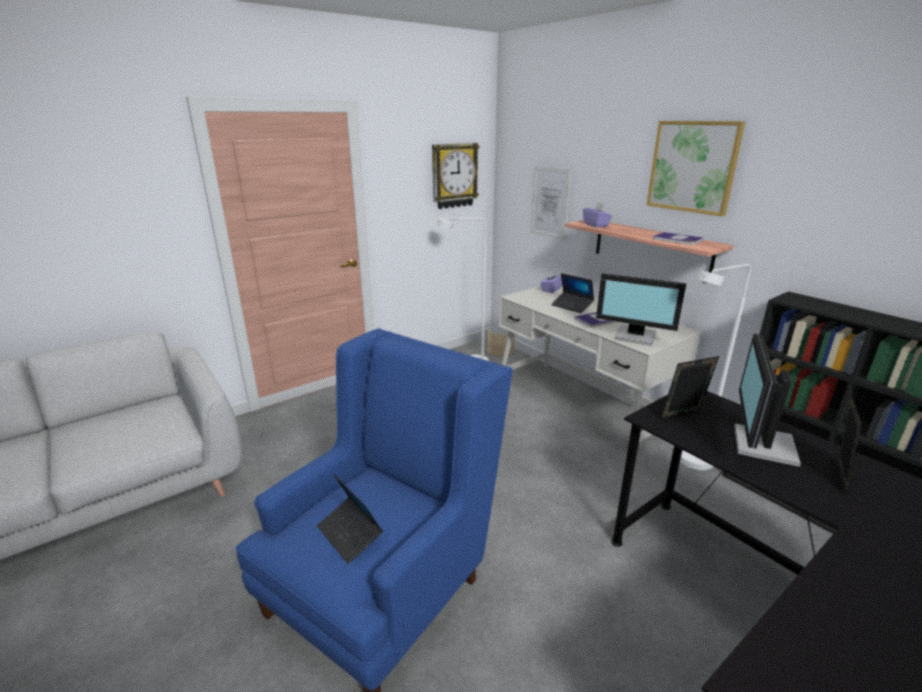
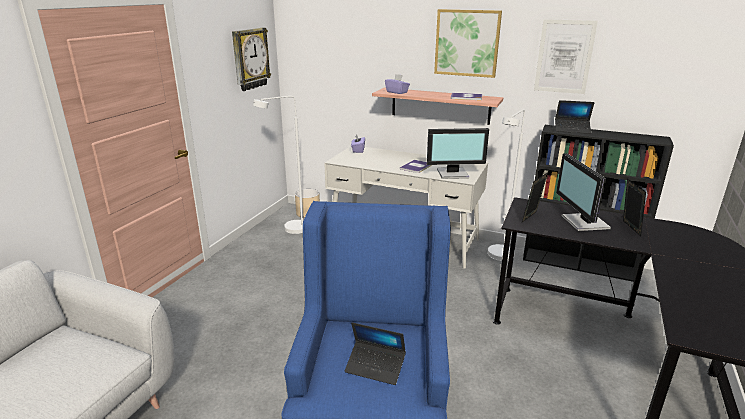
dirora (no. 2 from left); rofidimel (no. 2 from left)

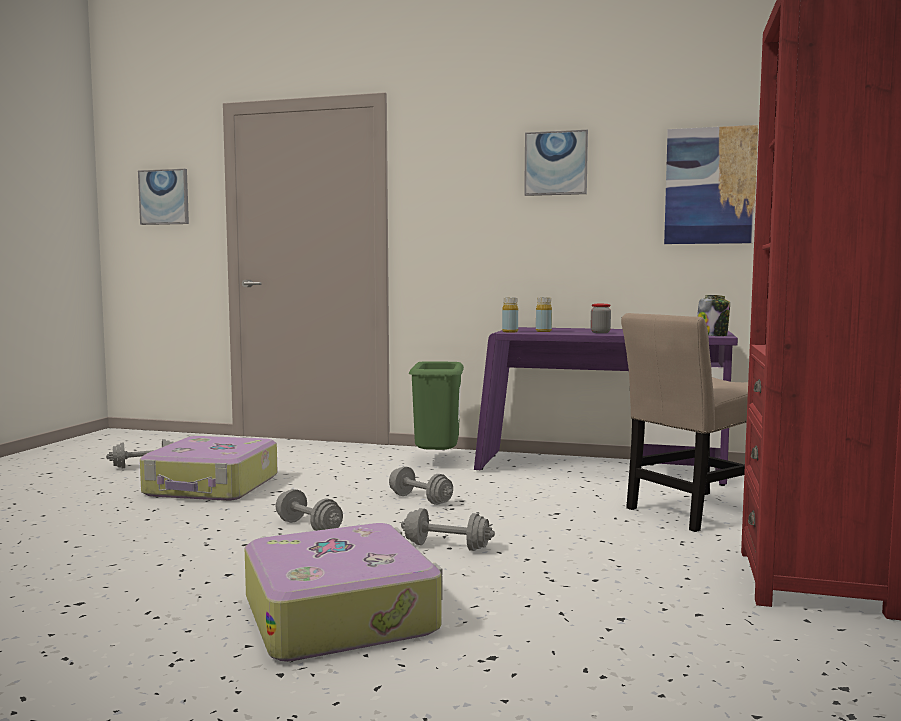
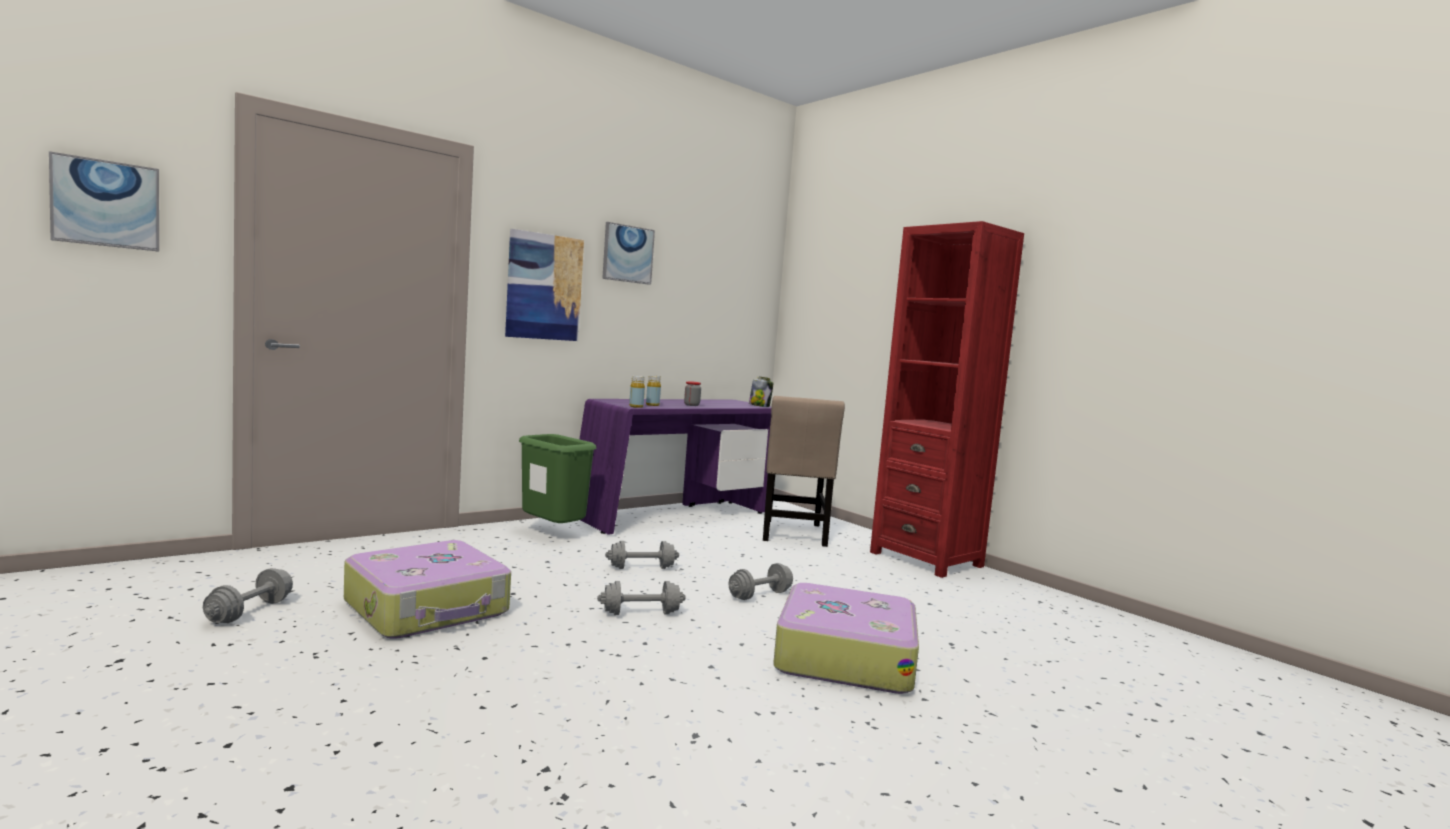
dirora (no. 2 from left)

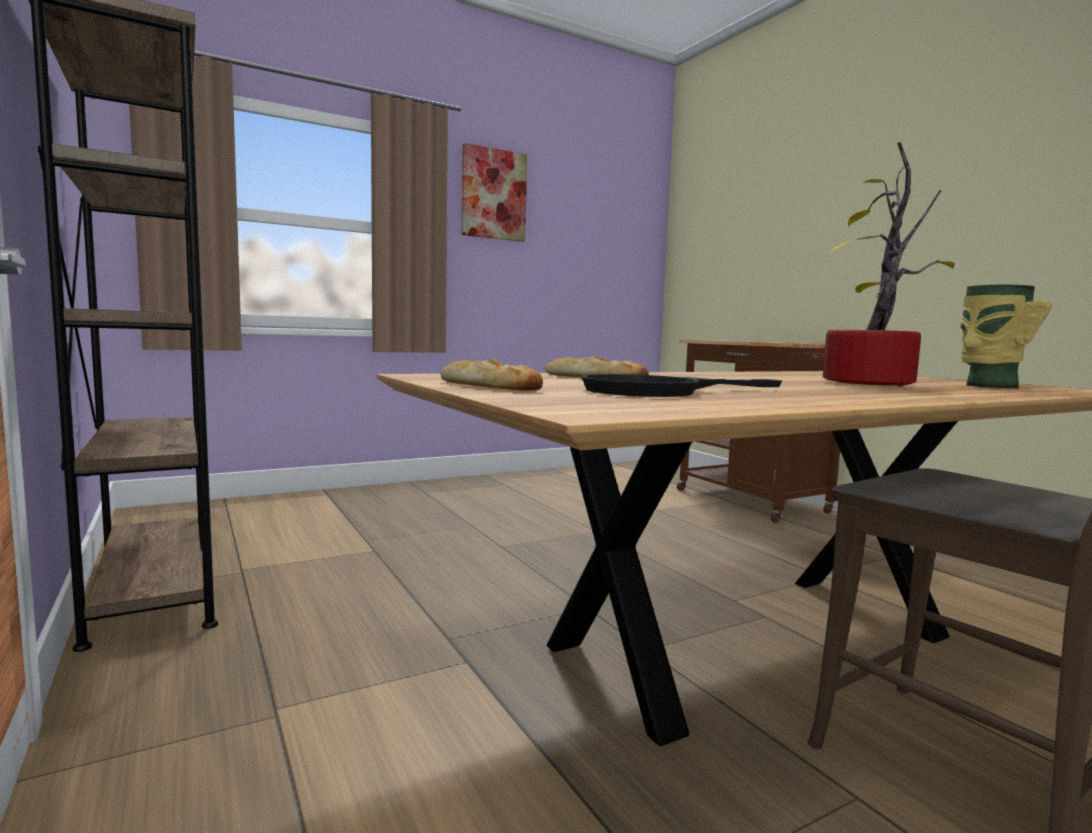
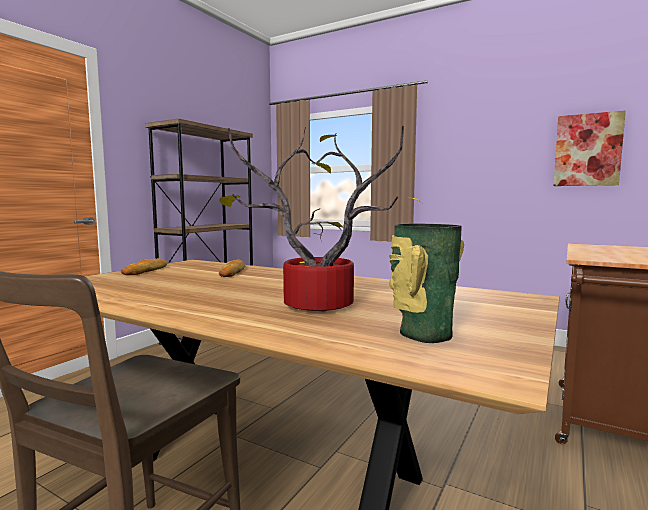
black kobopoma; dirora

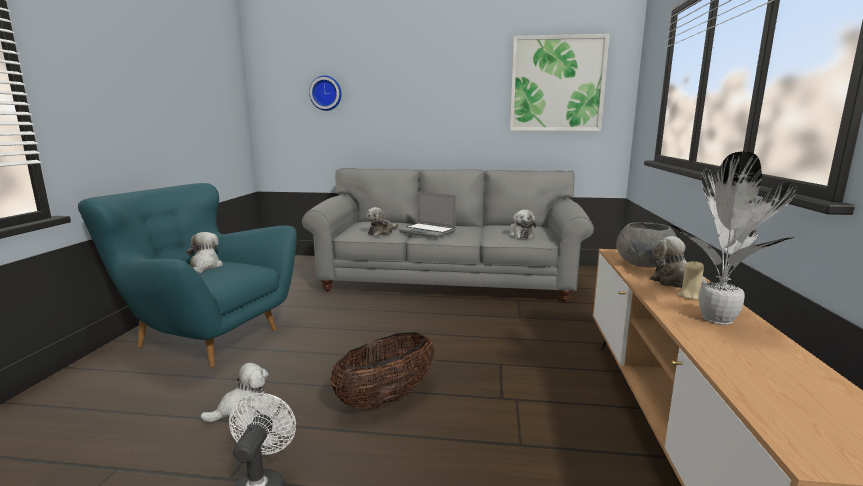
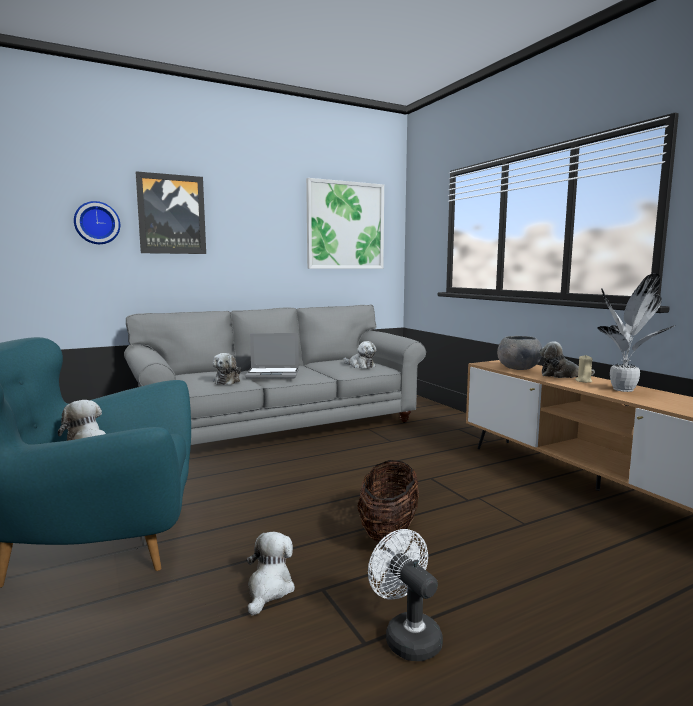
dirora (no. 1 from left)

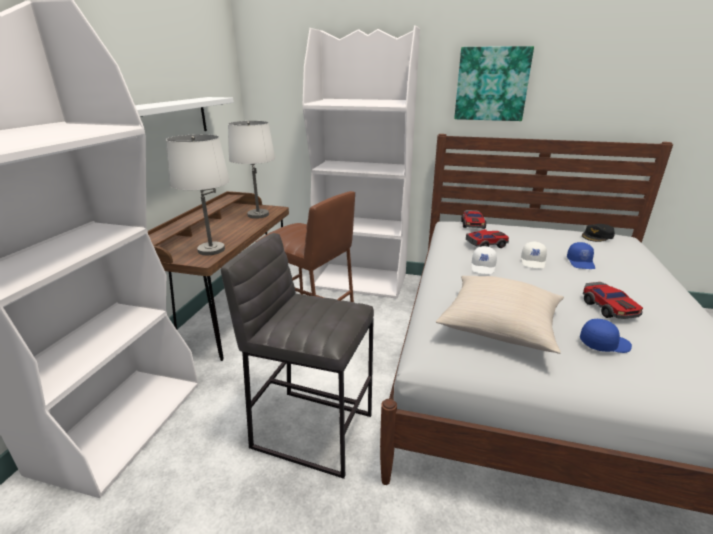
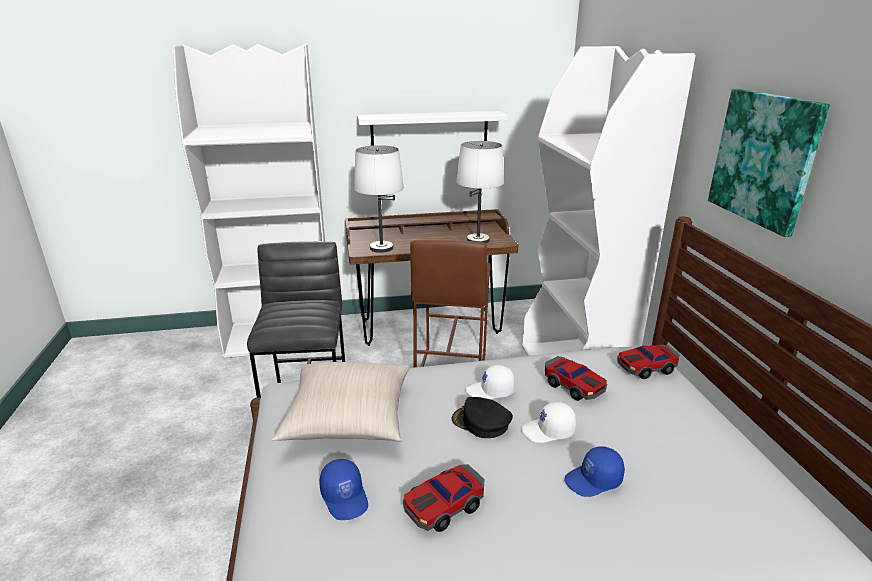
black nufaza

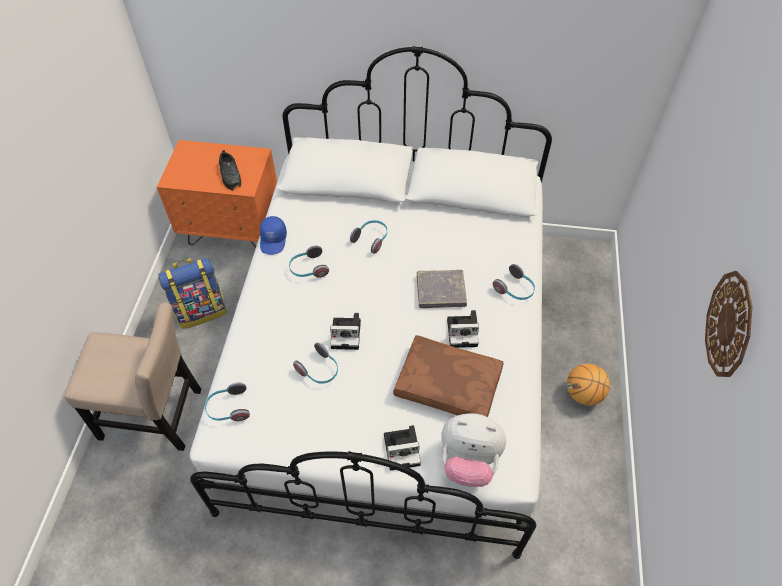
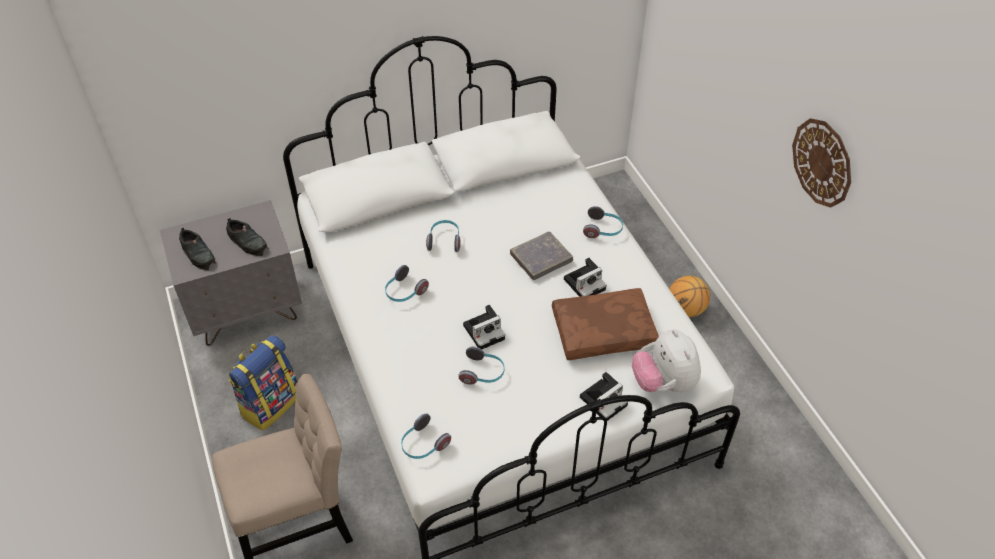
blue nufaza; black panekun (no. 1 from left); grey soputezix; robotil

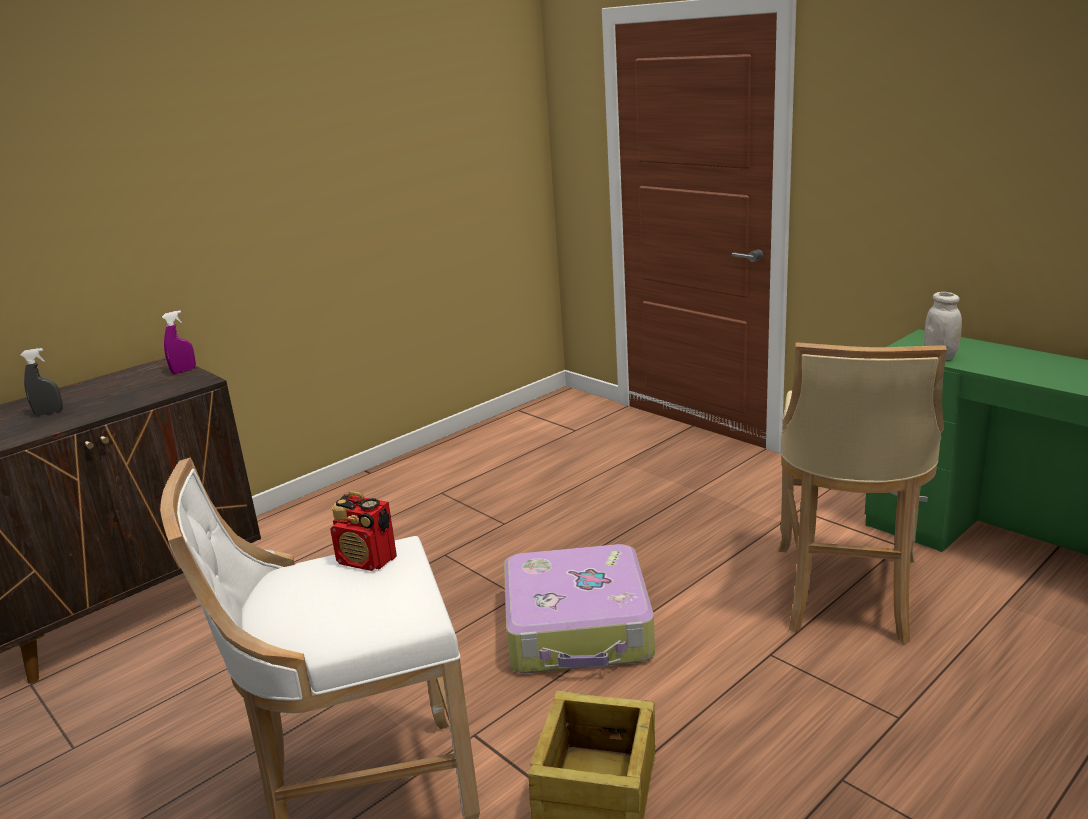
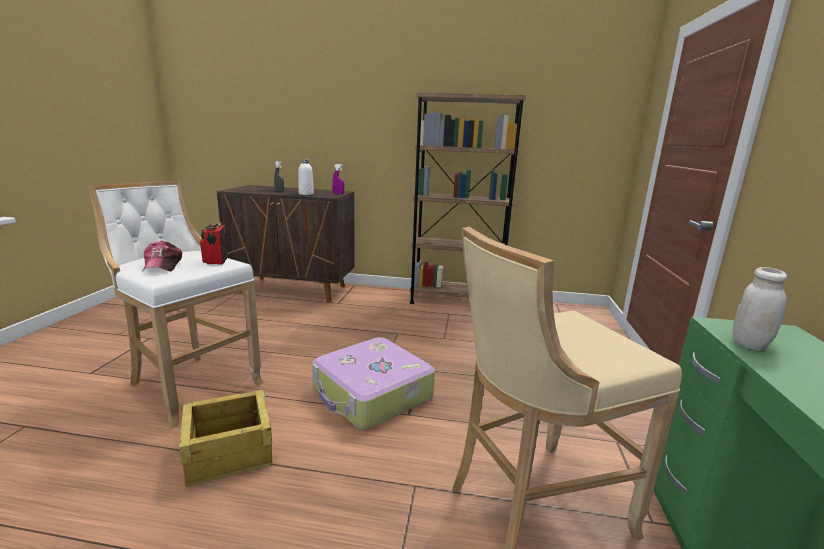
nufaza; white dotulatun; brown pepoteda

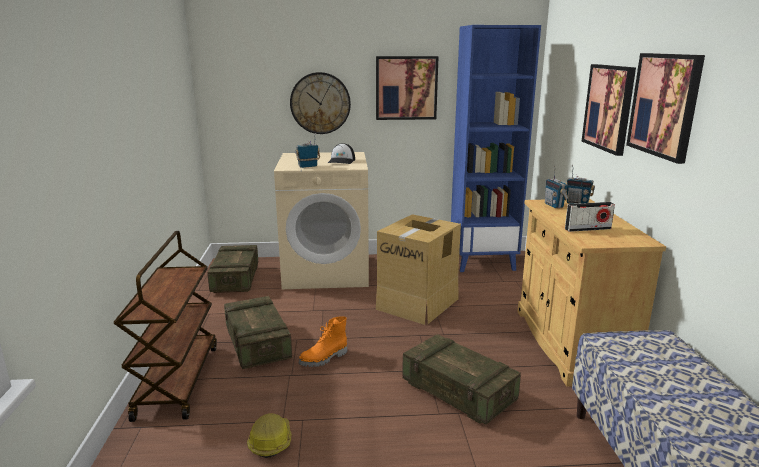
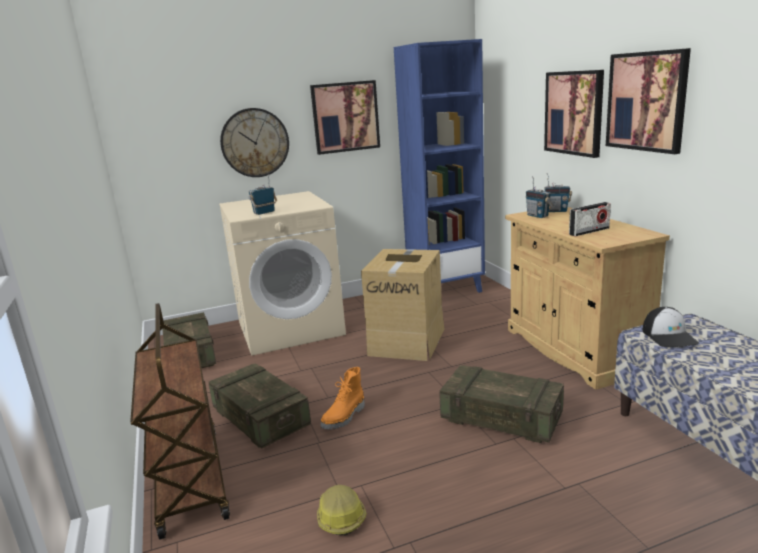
nufaza

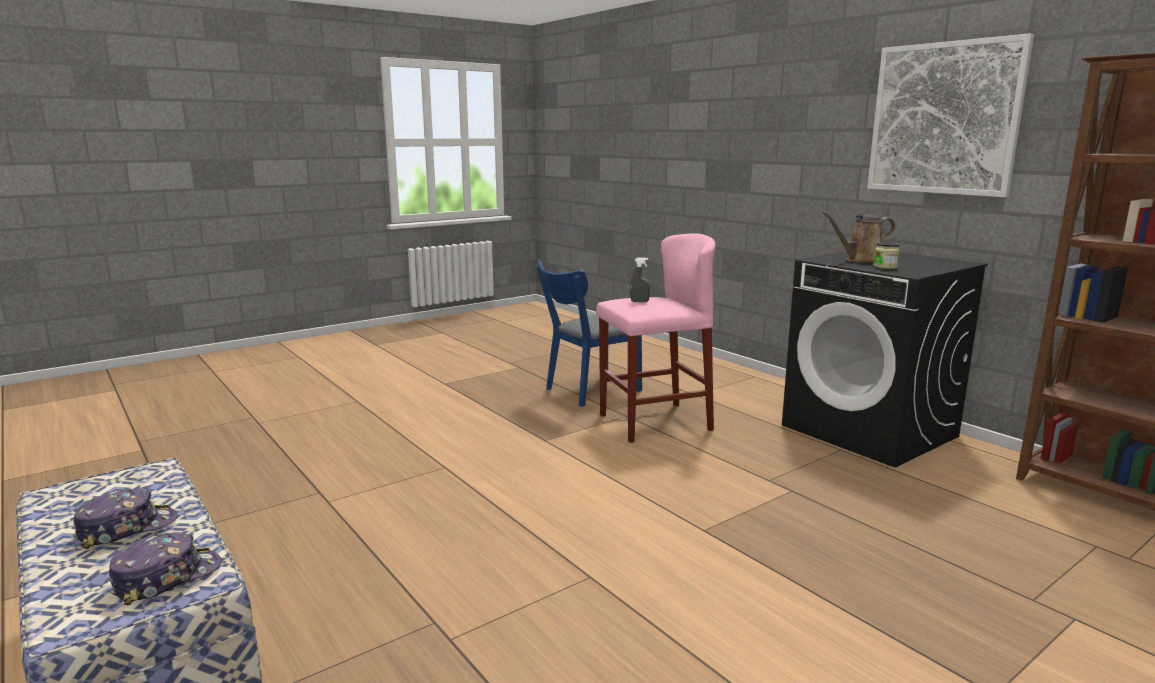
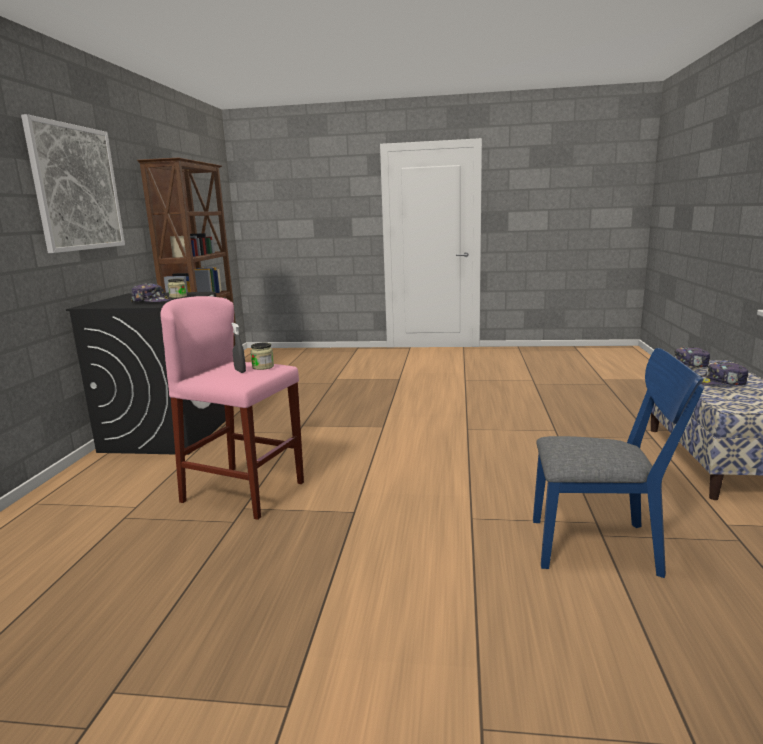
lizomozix (no. 2 from left); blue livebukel; nufaza (no. 1 from left)

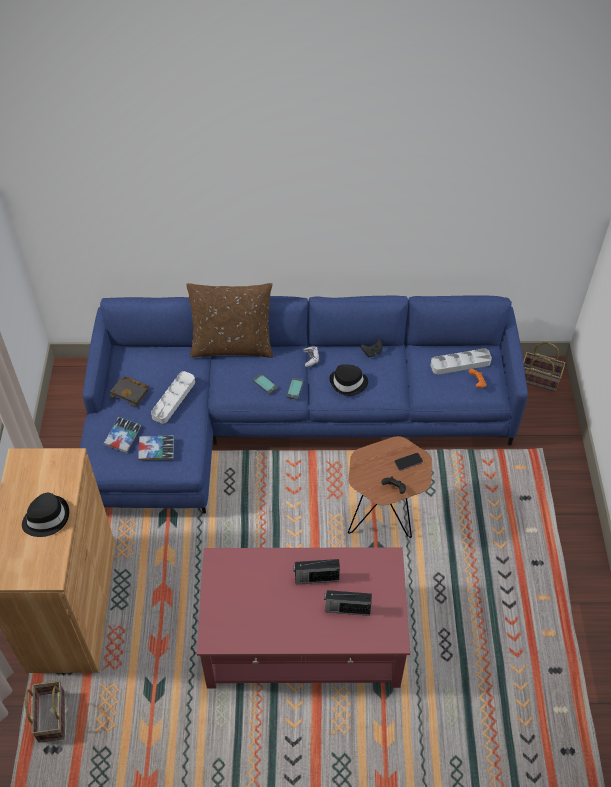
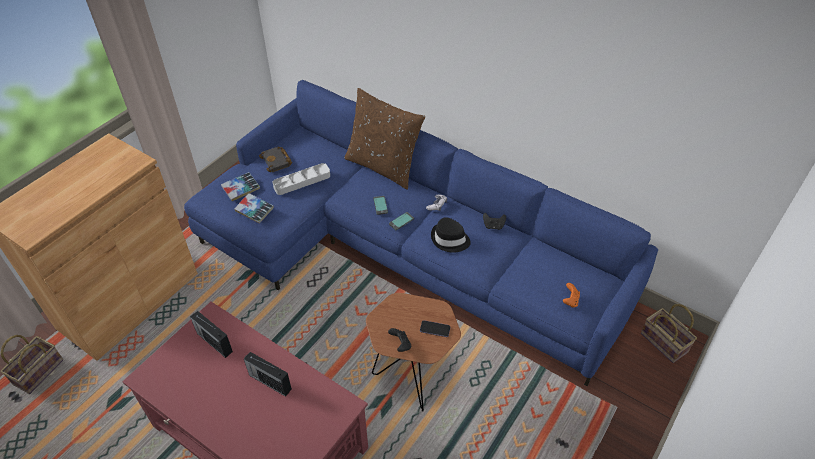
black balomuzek (no. 1 from left in the first image); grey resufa (no. 2 from left in the first image); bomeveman (no. 1 from left)

